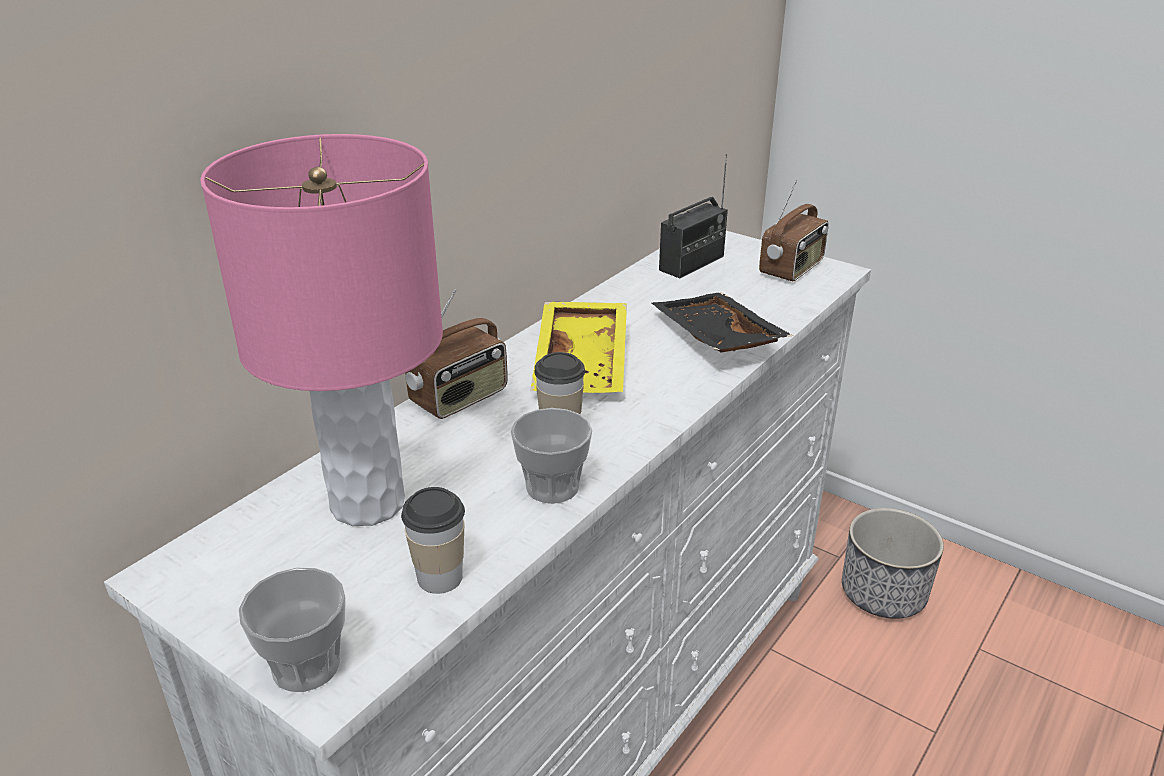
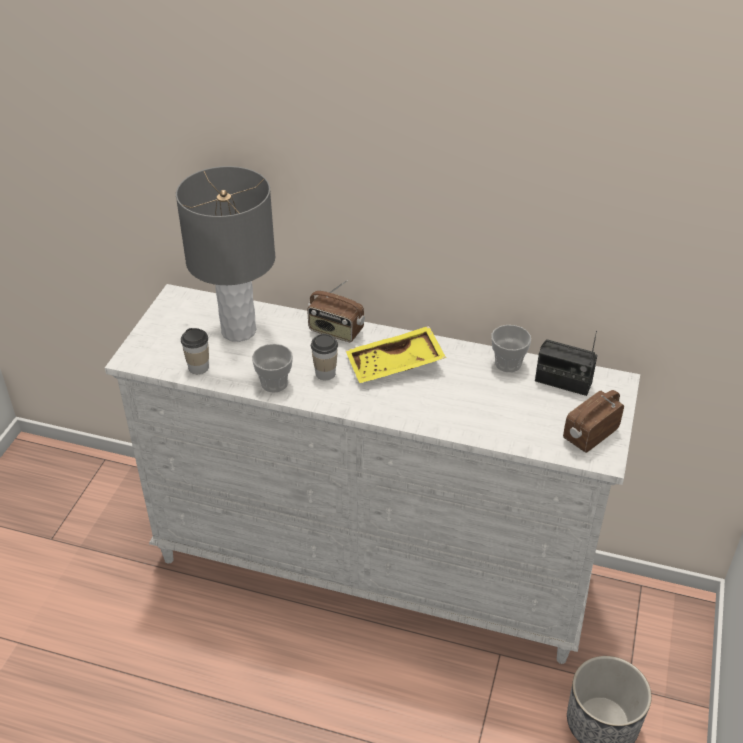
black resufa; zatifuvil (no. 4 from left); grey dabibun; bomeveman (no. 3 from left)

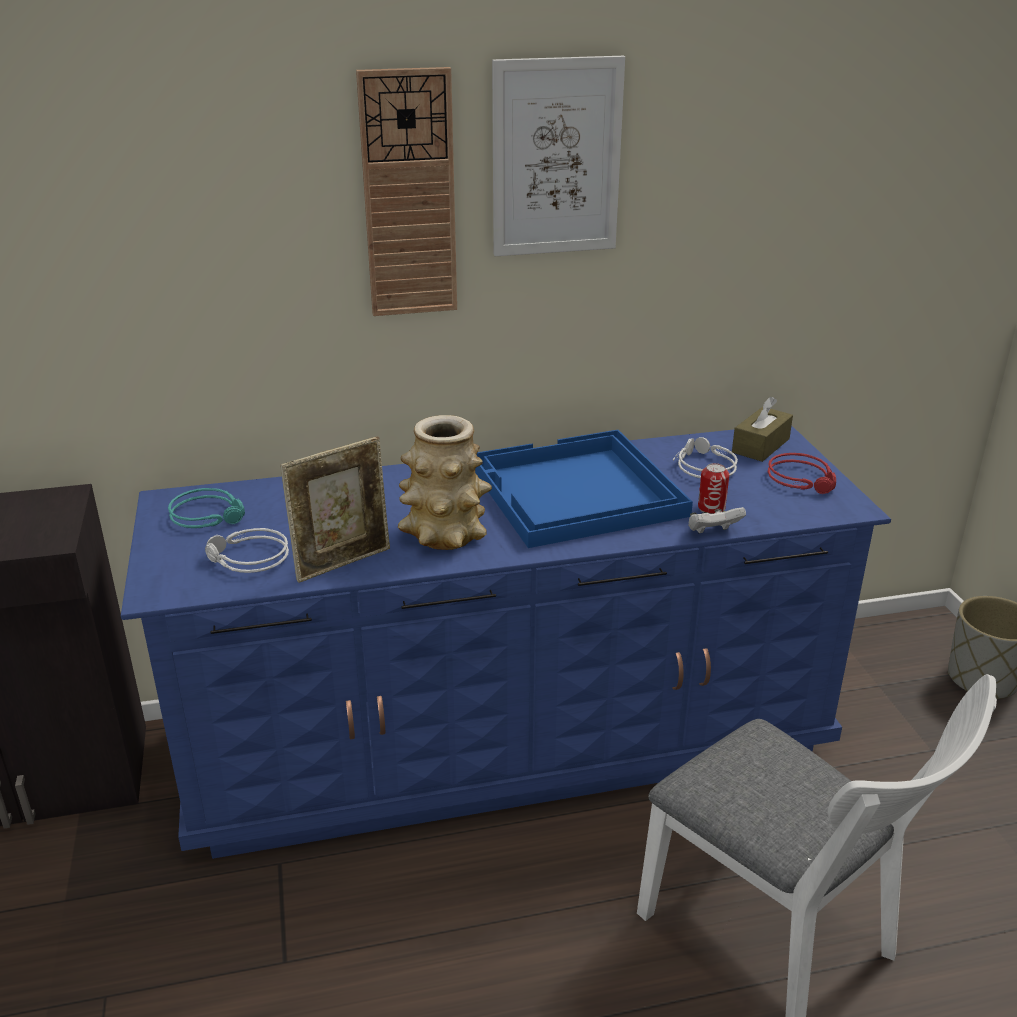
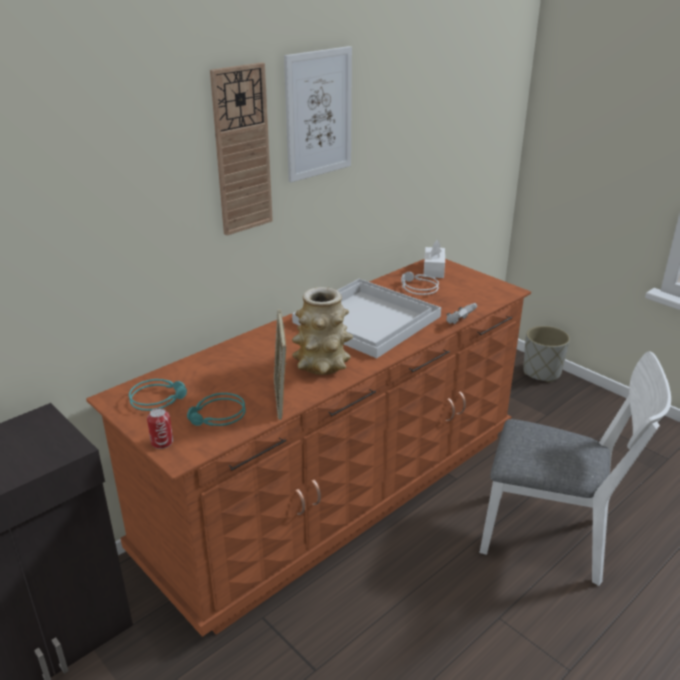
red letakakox; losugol; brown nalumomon; turquoise letakakox (no. 2 from left); white resufa; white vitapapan; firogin

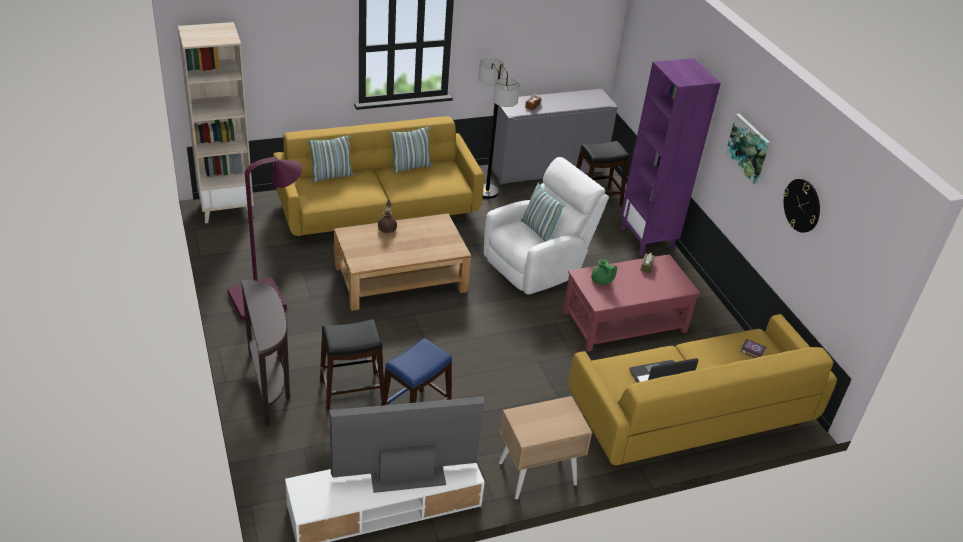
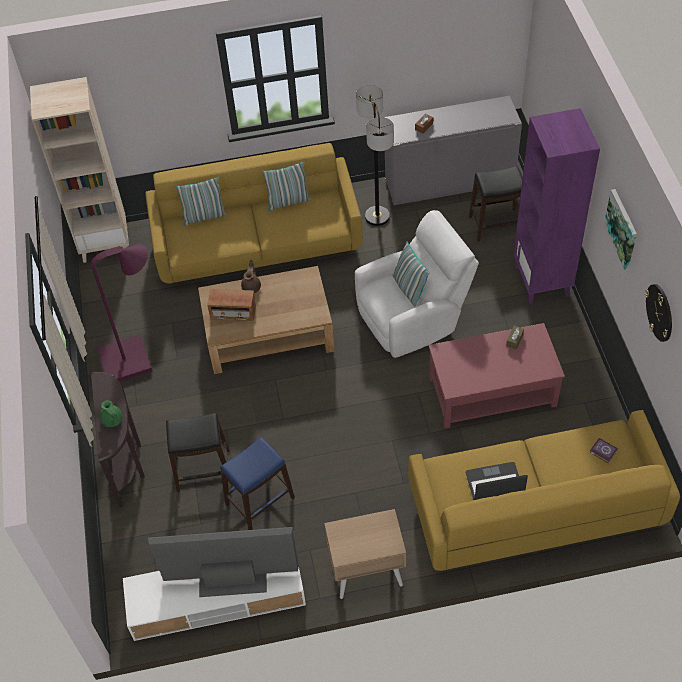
bomeveman; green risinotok

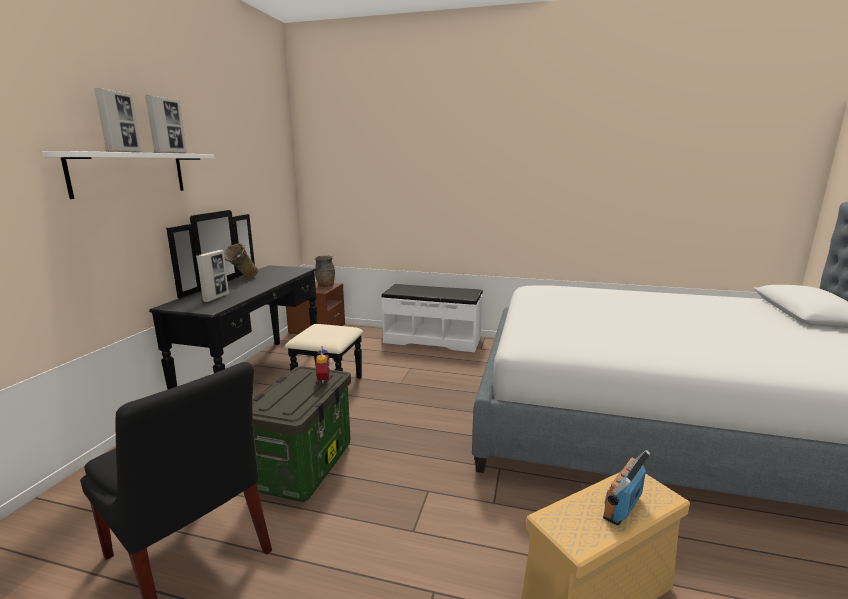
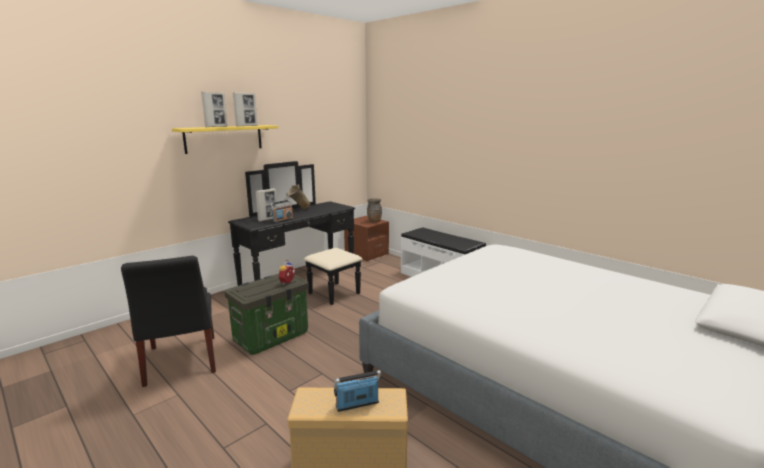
bomeveman (no. 1 from left); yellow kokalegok

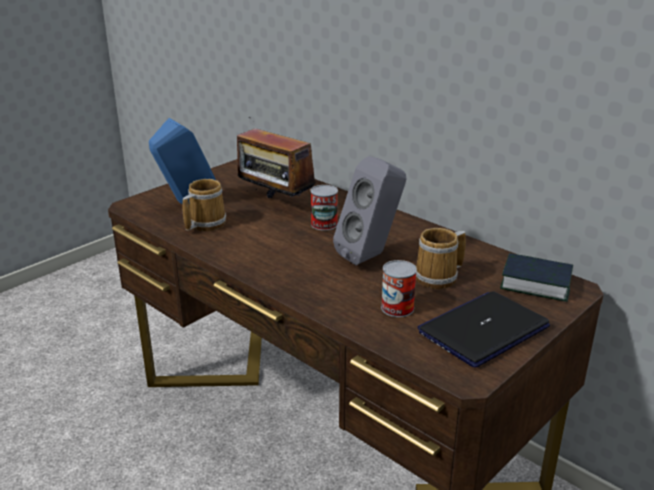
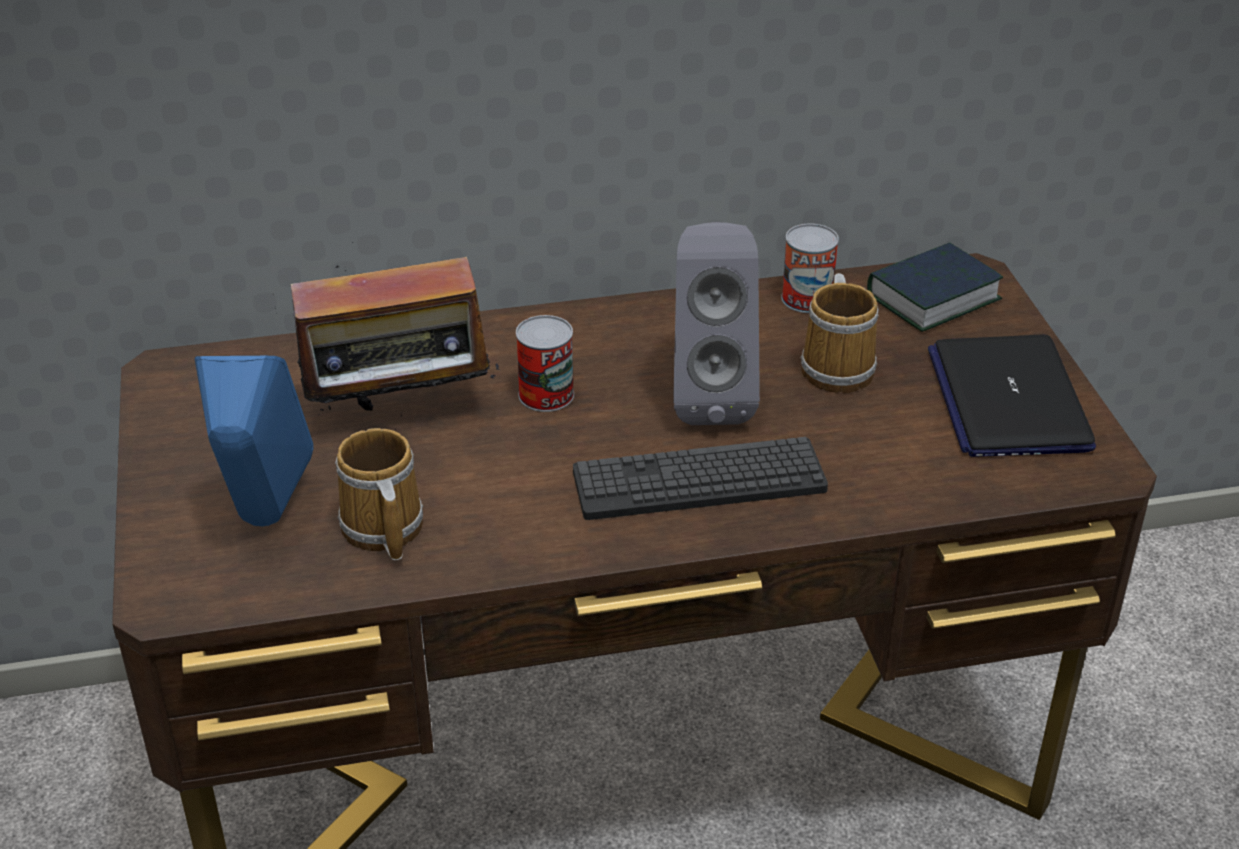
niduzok; losugol (no. 2 from left)

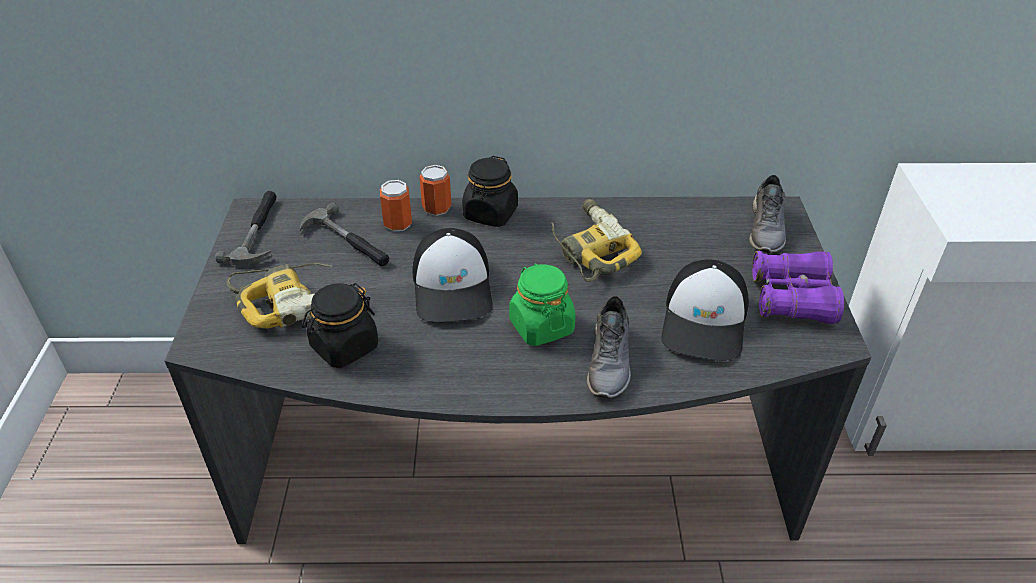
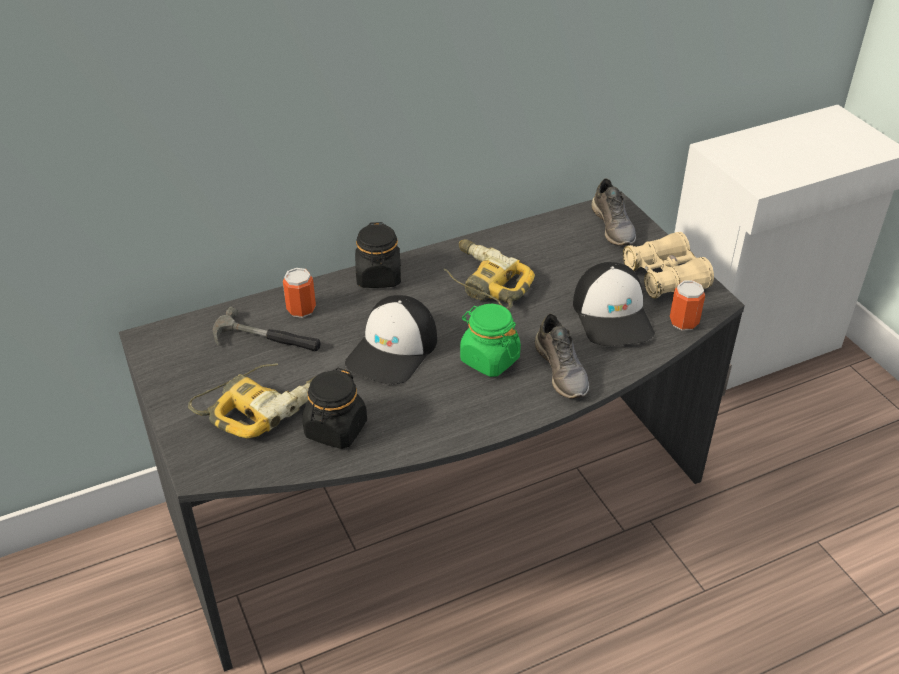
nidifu (no. 1 from left in the first image); losugol (no. 2 from left); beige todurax; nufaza (no. 1 from left)

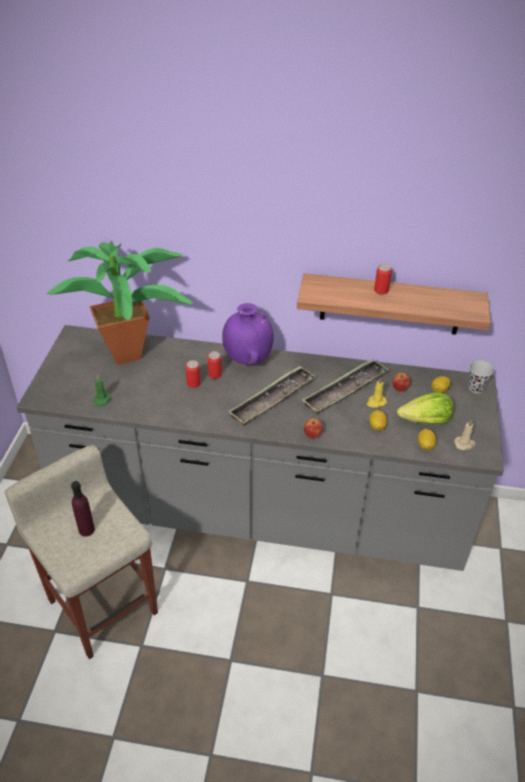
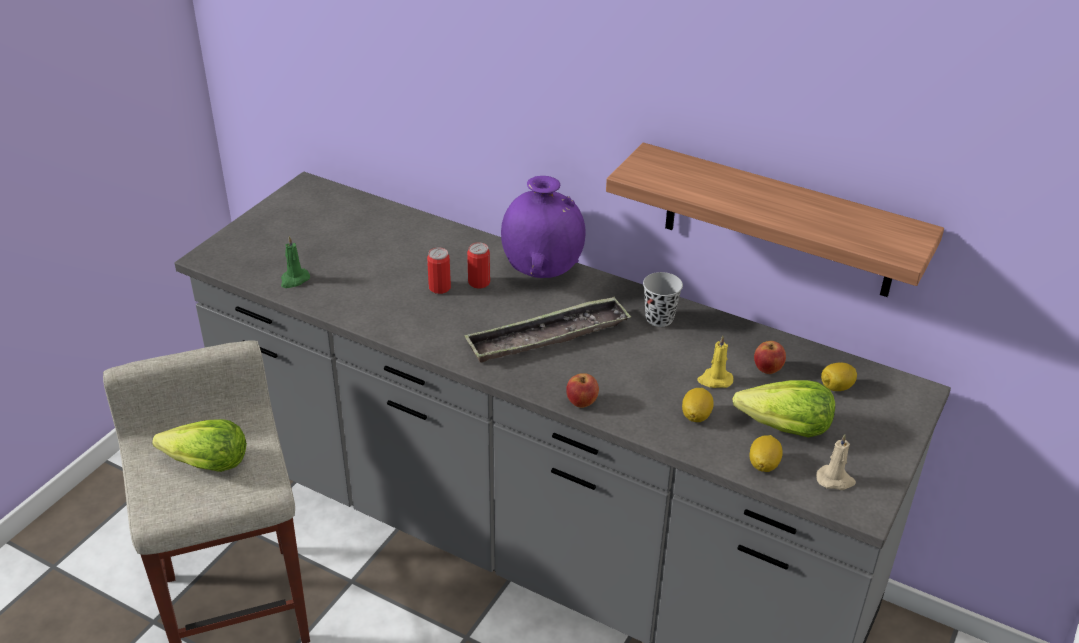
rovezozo; resufa (no. 2 from left in the first image); losugol (no. 3 from left in the first image); black zatifuvil; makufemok (no. 1 from left)

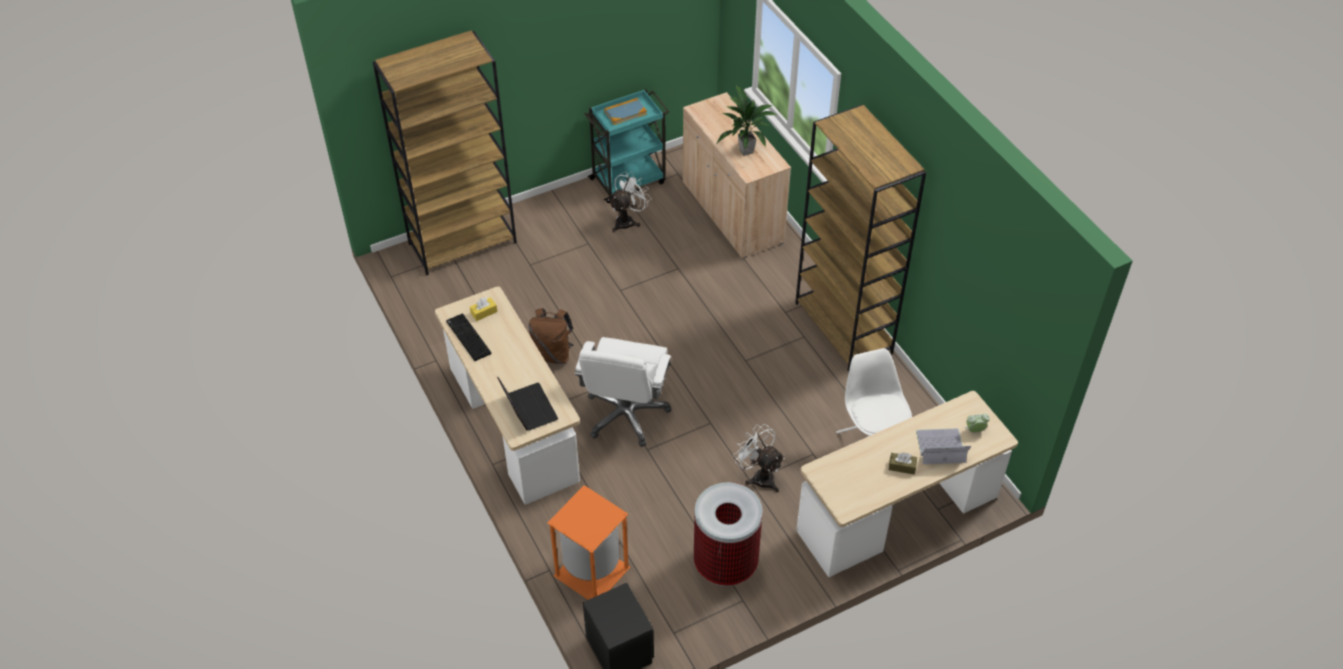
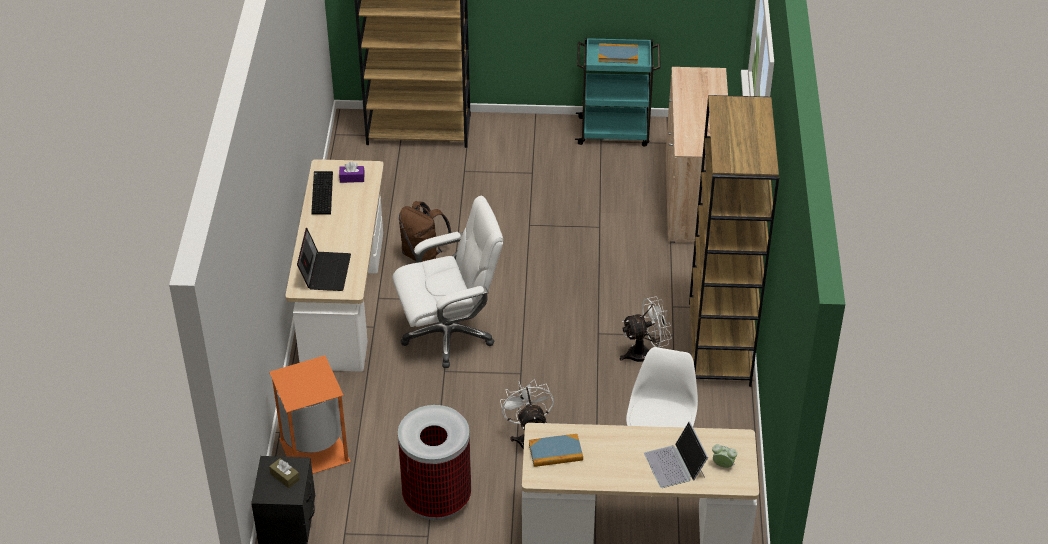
rovezozo; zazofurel (no. 1 from left); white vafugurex (no. 2 from left); brown vitapapan; purple vitapapan; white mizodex; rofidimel (no. 2 from left)

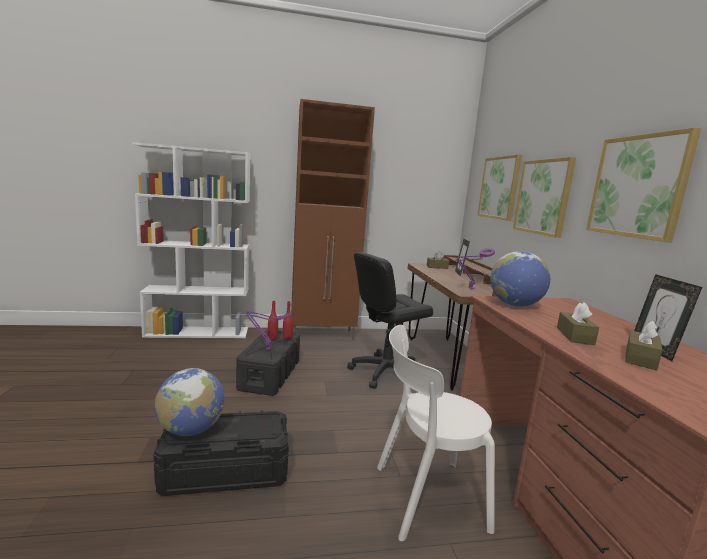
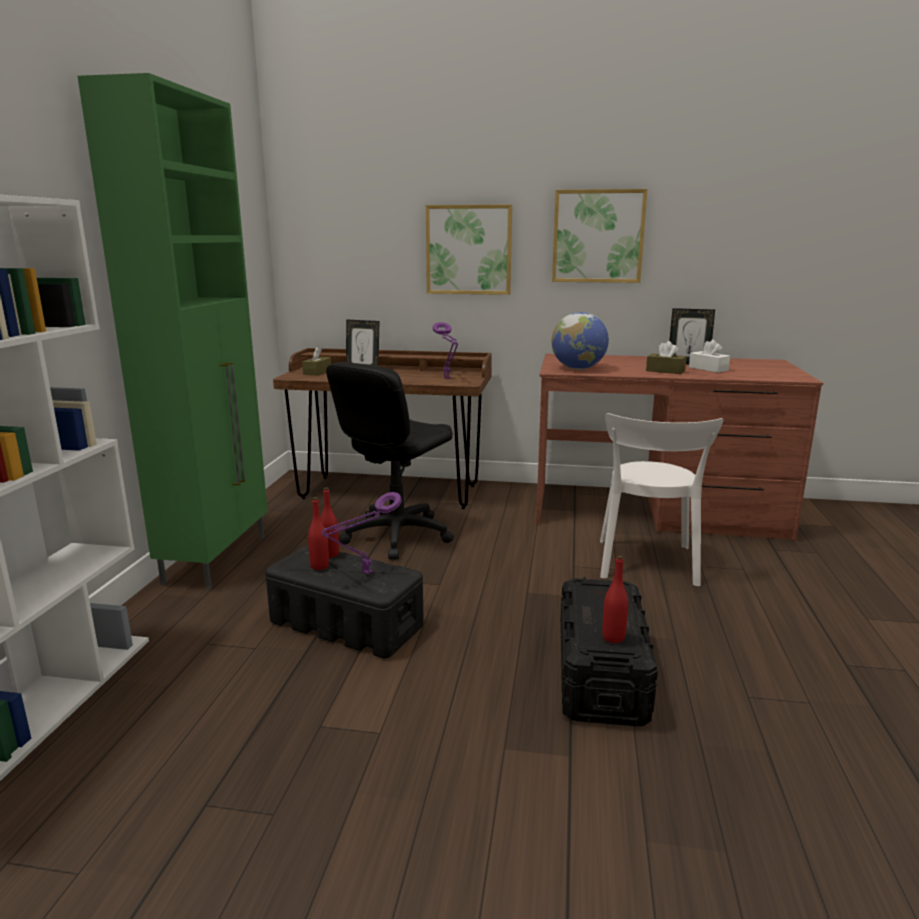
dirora (no. 1 from left in the first image); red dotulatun (no. 3 from left); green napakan; white vitapapan; black mizodex

